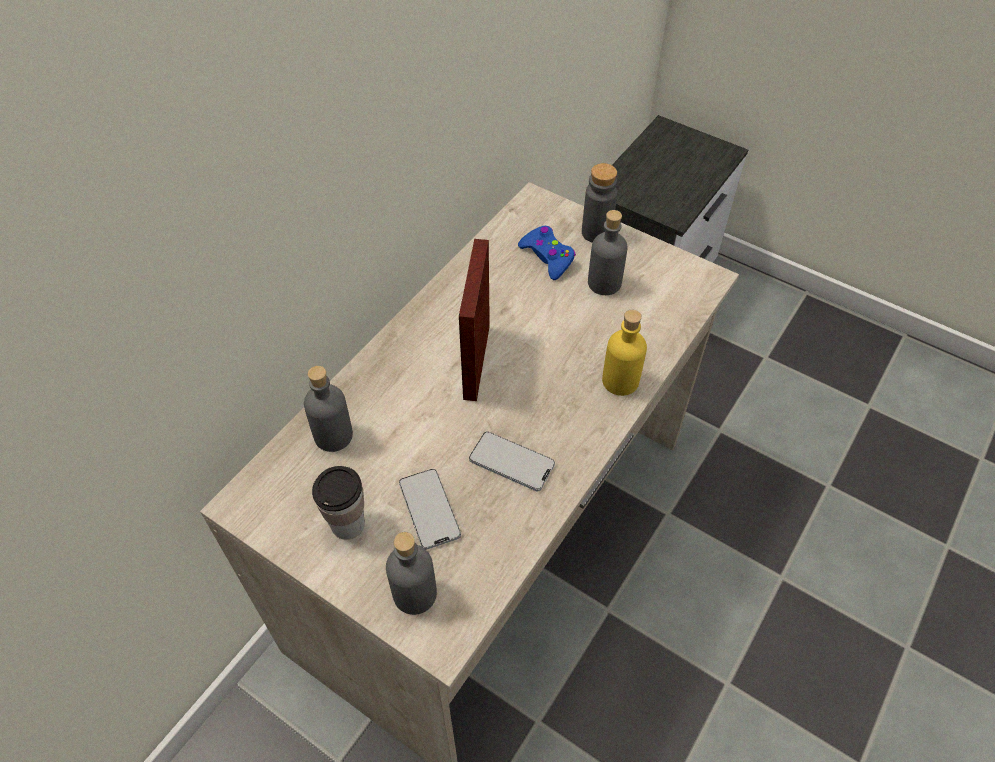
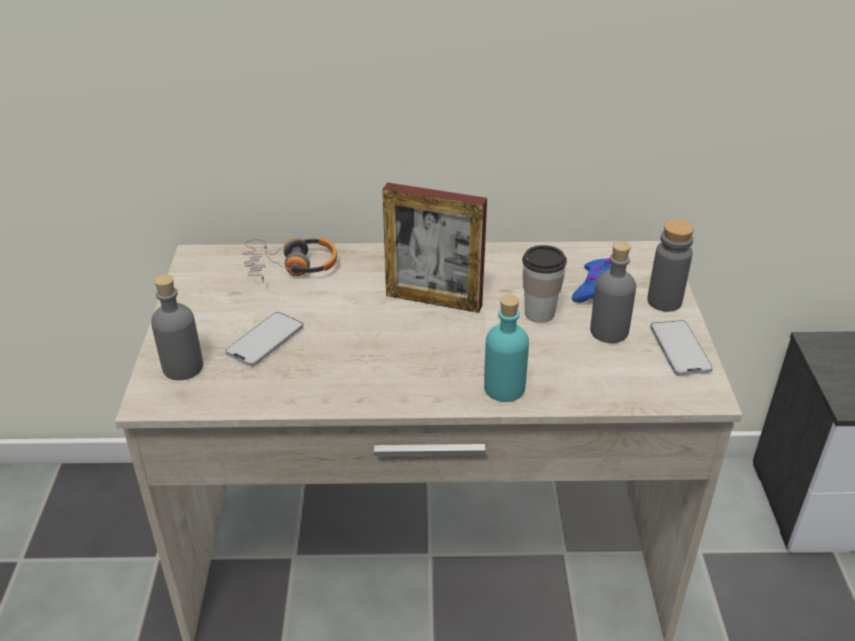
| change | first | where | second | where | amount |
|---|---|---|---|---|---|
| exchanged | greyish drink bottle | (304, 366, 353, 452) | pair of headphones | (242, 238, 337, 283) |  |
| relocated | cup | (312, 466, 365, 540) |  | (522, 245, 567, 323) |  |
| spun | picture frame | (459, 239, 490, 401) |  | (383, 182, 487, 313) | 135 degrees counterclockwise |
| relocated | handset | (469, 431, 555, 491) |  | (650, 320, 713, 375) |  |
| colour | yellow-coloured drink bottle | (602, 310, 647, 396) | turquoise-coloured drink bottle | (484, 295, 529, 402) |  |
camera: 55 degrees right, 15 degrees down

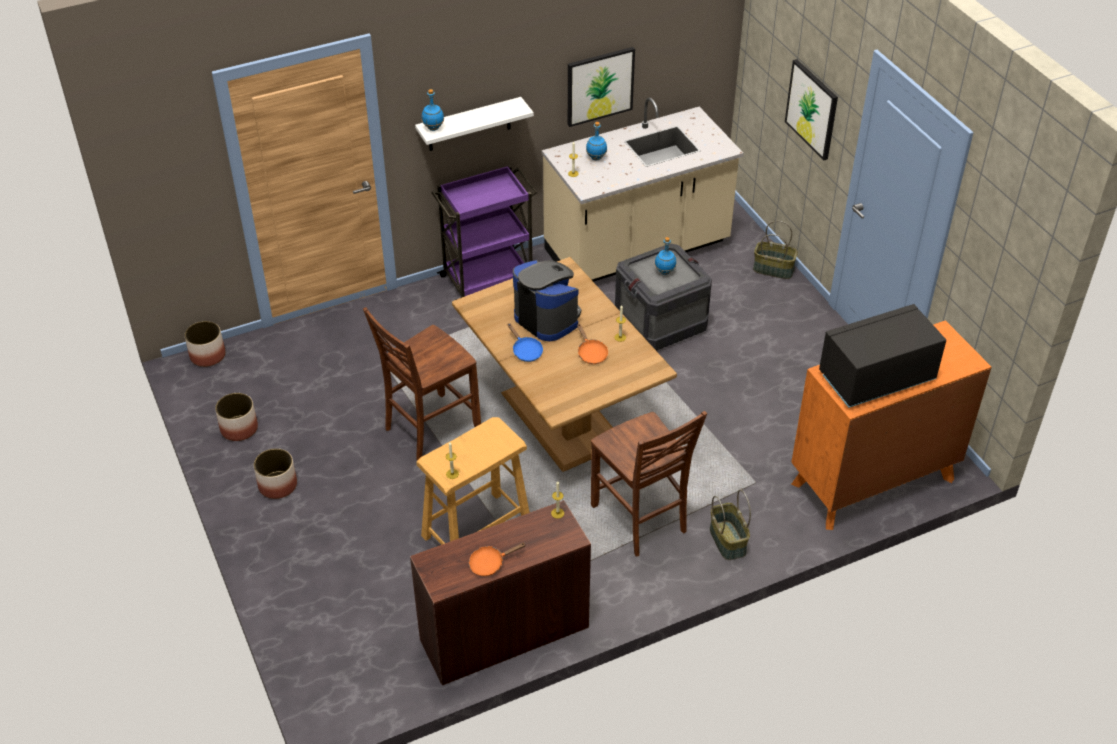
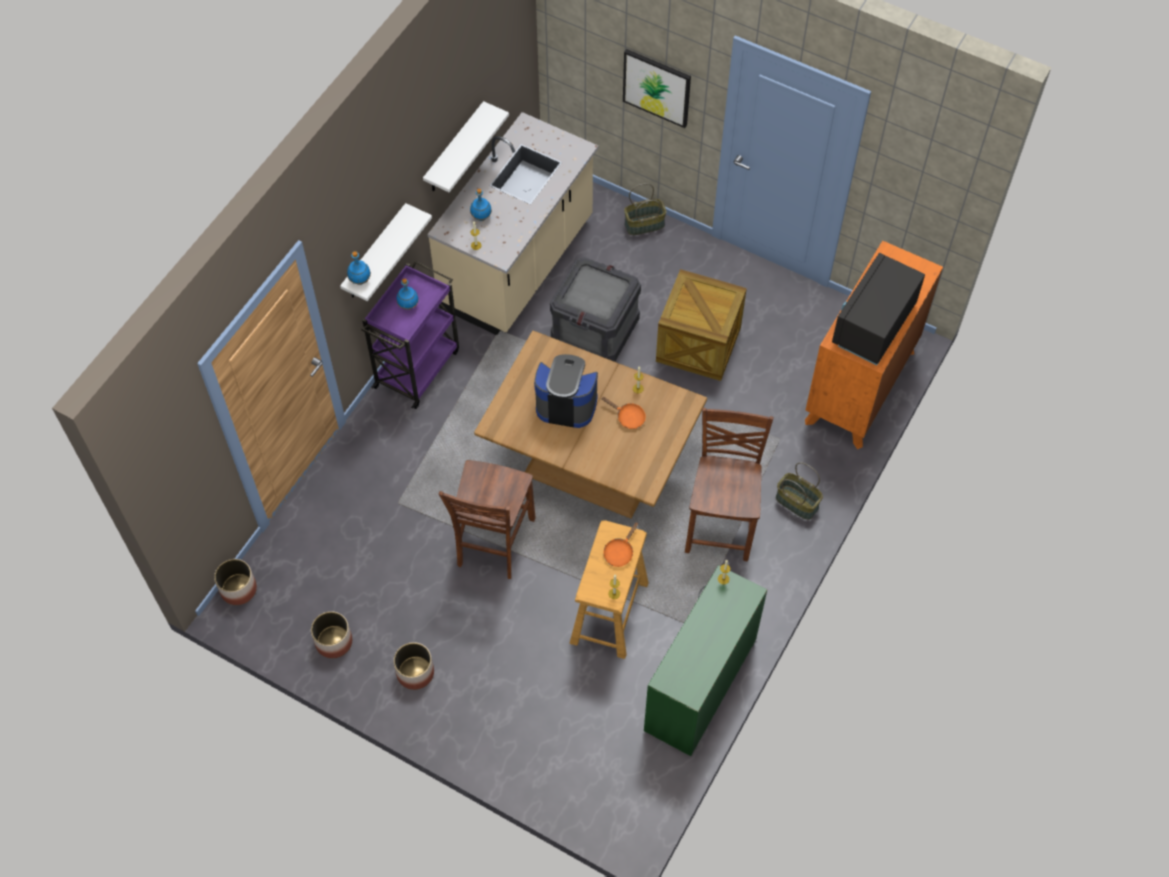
| change | first | where | second | where | amount |
|---|---|---|---|---|---|
| colour | brownish desk table | (410, 500, 591, 685) | green desk table | (644, 565, 767, 756) |  |
| relocated | orange pan | (469, 542, 526, 576) |  | (603, 522, 638, 567) |  |
| missing | bluish pan | (508, 324, 543, 362) |  |  |  |
| exchanged | wall art | (568, 47, 635, 127) | white wall shelf | (423, 101, 509, 192) |  |
| spun | brownish plain chair | (591, 411, 707, 557) |  | (685, 408, 774, 561) | 105 degrees counterclockwise |
| relocated | bluish drink bottle | (655, 237, 676, 275) |  | (397, 279, 419, 310) |  |
| appeared |  |  | packing crate | (656, 269, 747, 381) |  |
camera: 35 degrees left, 15 degrees up

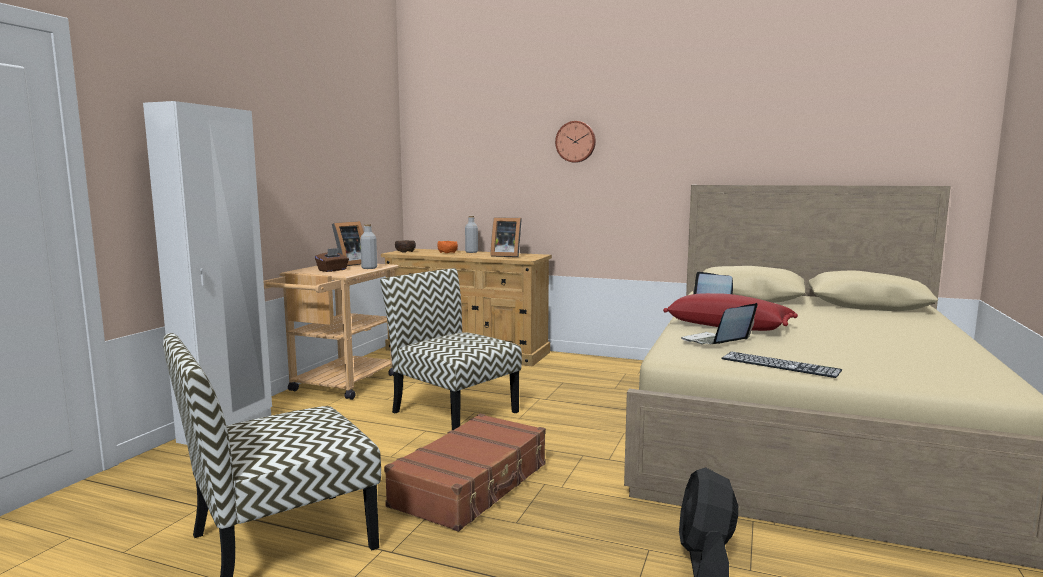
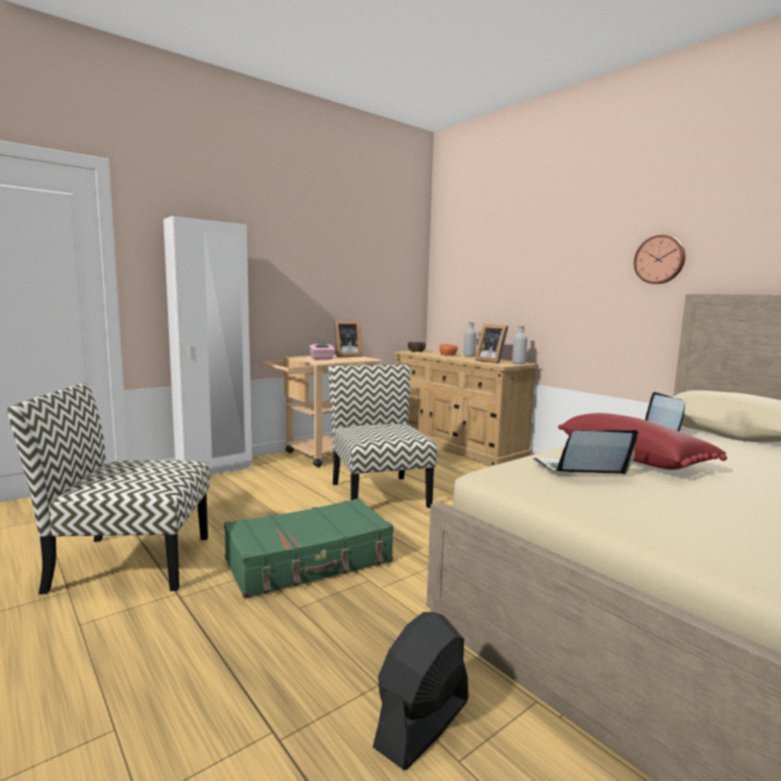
| change | first | where | second | where | amount |
|---|---|---|---|---|---|
| colour | brownish box of tissues | (315, 248, 349, 272) | pink-coloured box of tissues | (309, 340, 335, 359) |  |
| relocated | greyish drink bottle | (360, 224, 377, 269) |  | (512, 326, 528, 364) |  |
| colour | brownish piece of luggage | (384, 414, 546, 532) | green piece of luggage | (224, 498, 394, 599) |  |
| relocated | wall clock | (555, 121, 596, 163) |  | (634, 235, 686, 284) |  |
| missing | keyboard | (721, 352, 842, 378) |  |  |  |
camera: 30 degrees right, 0 degrees up

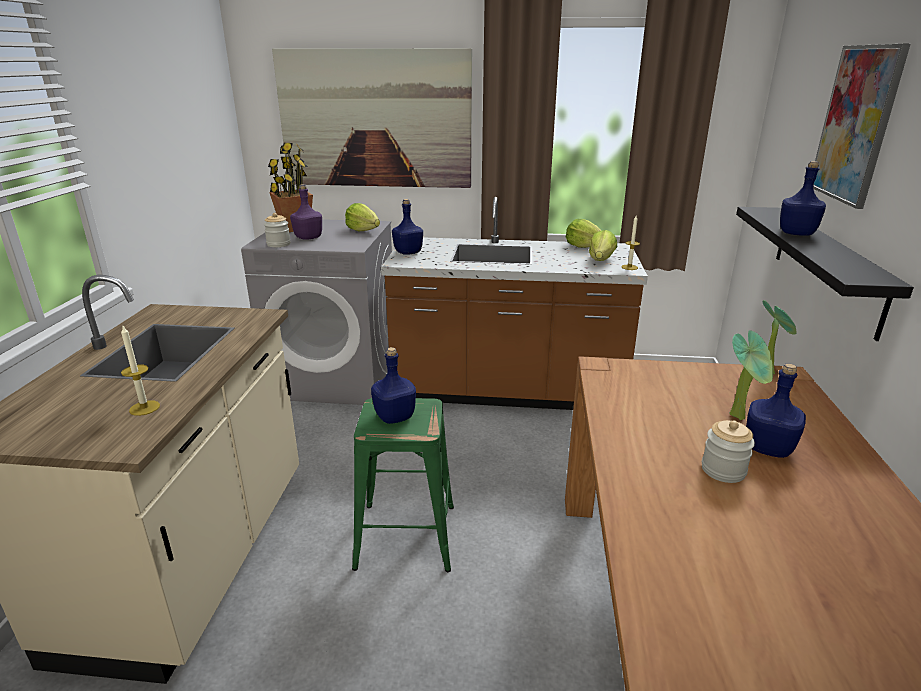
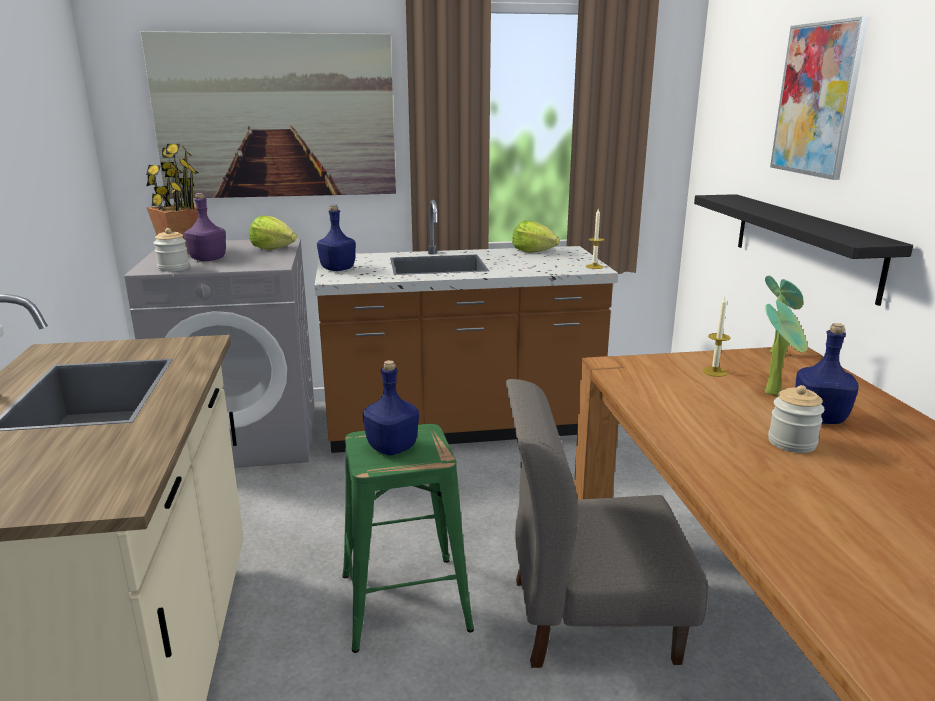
| change | first | where | second | where | amount |
|---|---|---|---|---|---|
| relocated | wax light | (121, 326, 160, 416) |  | (702, 296, 730, 377) |  |
| missing | lettuce | (589, 230, 617, 261) |  |  |  |
| missing | bluish drink bottle | (780, 161, 826, 236) |  |  |  |
| appeared |  |  | greyish plain chair | (506, 379, 708, 668) |  |
camera: 15 degrees left, 5 degrees down

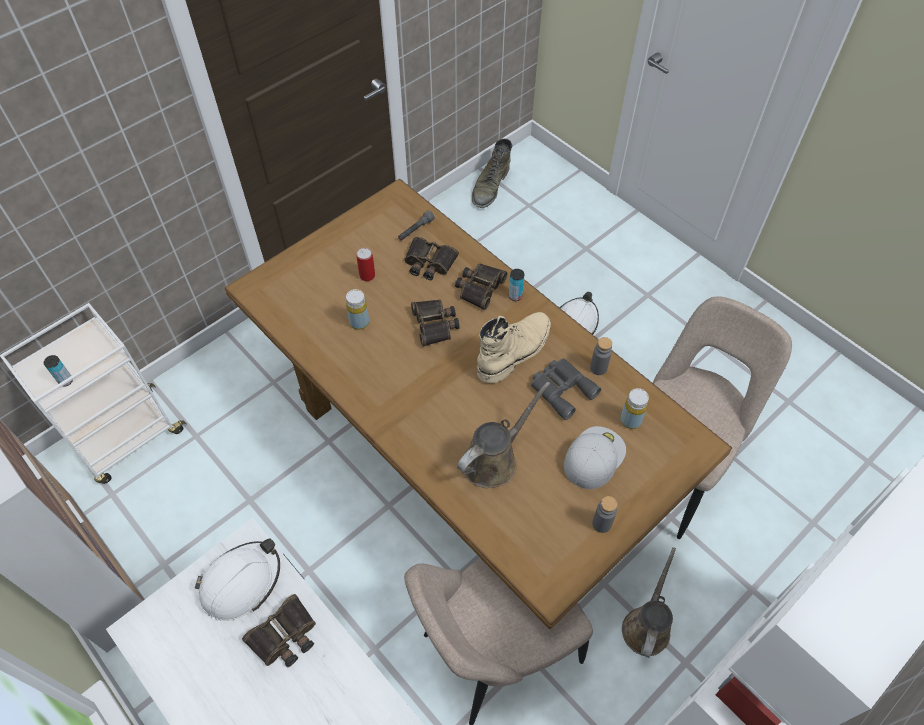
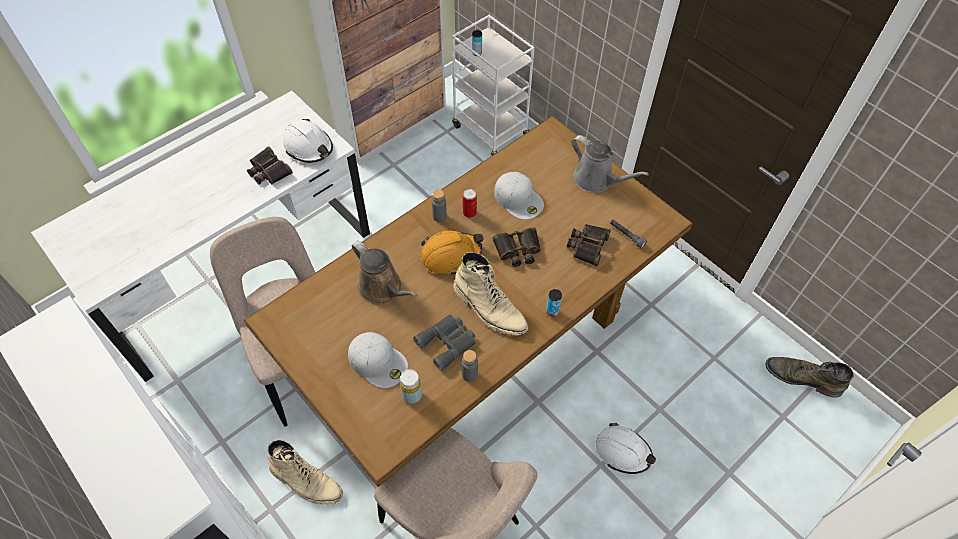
| change | first | where | second | where | amount |
|---|---|---|---|---|---|
| exchanged | yellow-coloured drink bottle | (346, 289, 369, 330) | white baseball cap | (494, 172, 544, 220) |  |
| relocated | metal can | (356, 248, 375, 281) |  | (463, 189, 477, 218) |  |
| missing | binoculars | (455, 263, 508, 310) |  |  |  |
| relocated | greyish drink bottle | (592, 496, 617, 533) |  | (432, 189, 447, 222) |  |
| exchanged | brownish sprinkling can | (622, 547, 676, 658) | sand-coloured tall boot | (268, 440, 343, 504) |  |
| appeared |  |  | orange safety helmet | (420, 231, 484, 275) |  |
| appeared |  |  | greyish sprinkling can | (571, 135, 649, 193) |  |
camera: 90 degrees right, 0 degrees up

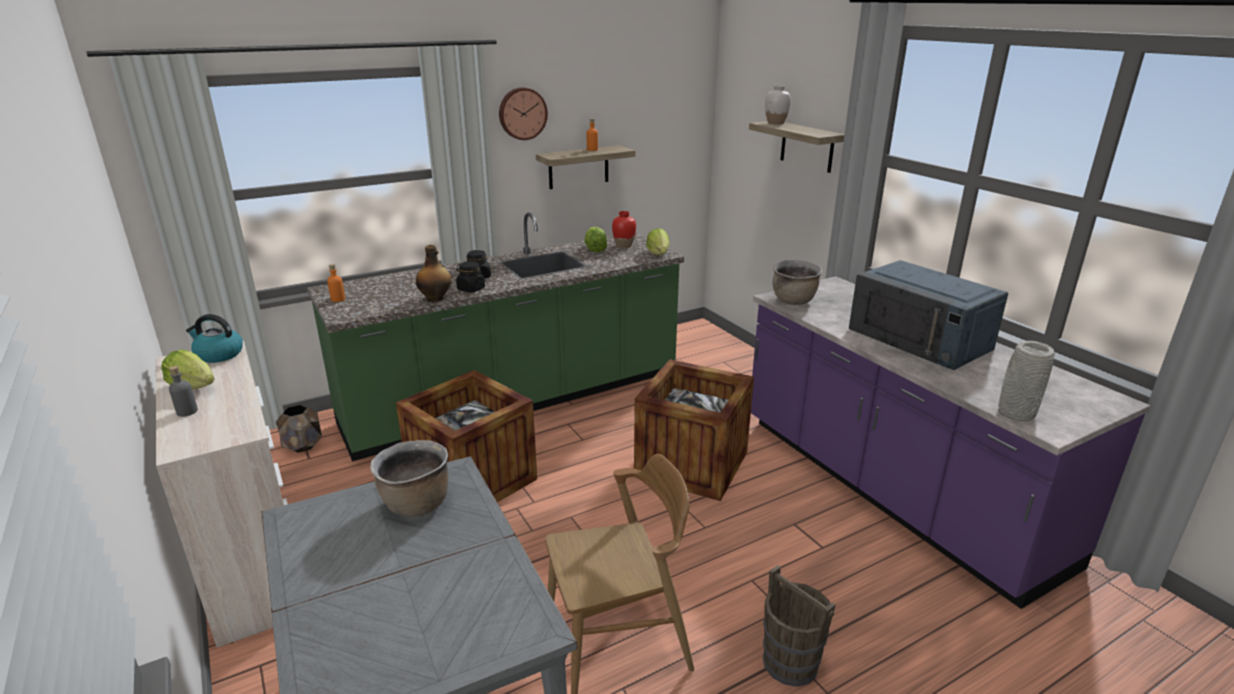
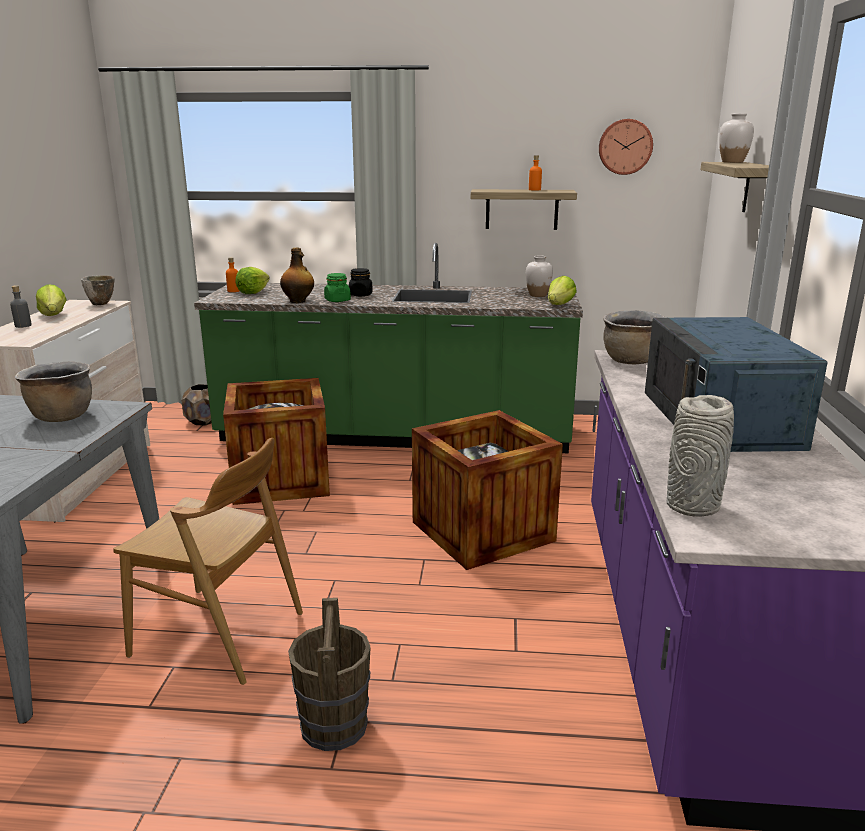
| change | first | where | second | where | amount |
|---|---|---|---|---|---|
| exchanged | water kettle | (186, 314, 243, 363) | deep dish | (81, 275, 114, 305) |  |
| colour | black storage jar | (456, 261, 485, 293) | green storage jar | (324, 273, 351, 302) |  |
| relocated | wall clock | (499, 87, 548, 140) |  | (599, 119, 653, 175) |  |
| relocated | lettuce | (584, 227, 607, 252) |  | (235, 267, 270, 294) |  |
| colour | reddish flower vase | (612, 211, 636, 248) | white flower vase | (526, 256, 553, 297) |  |
camera: 35 degrees right, 5 degrees down

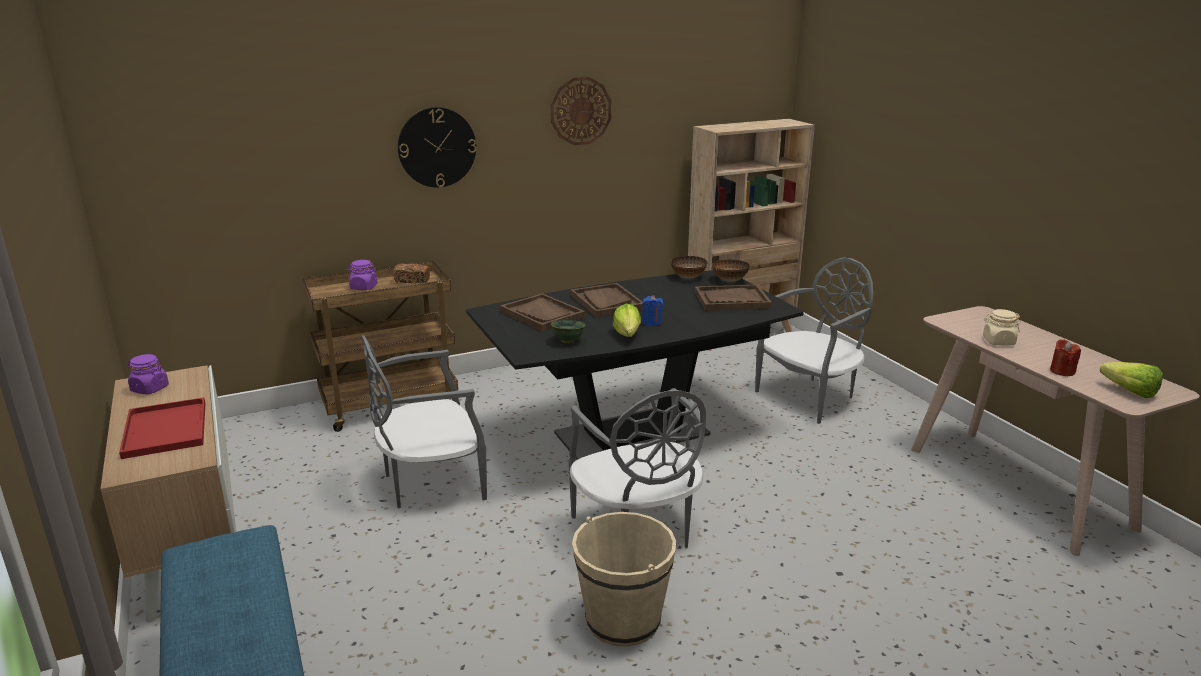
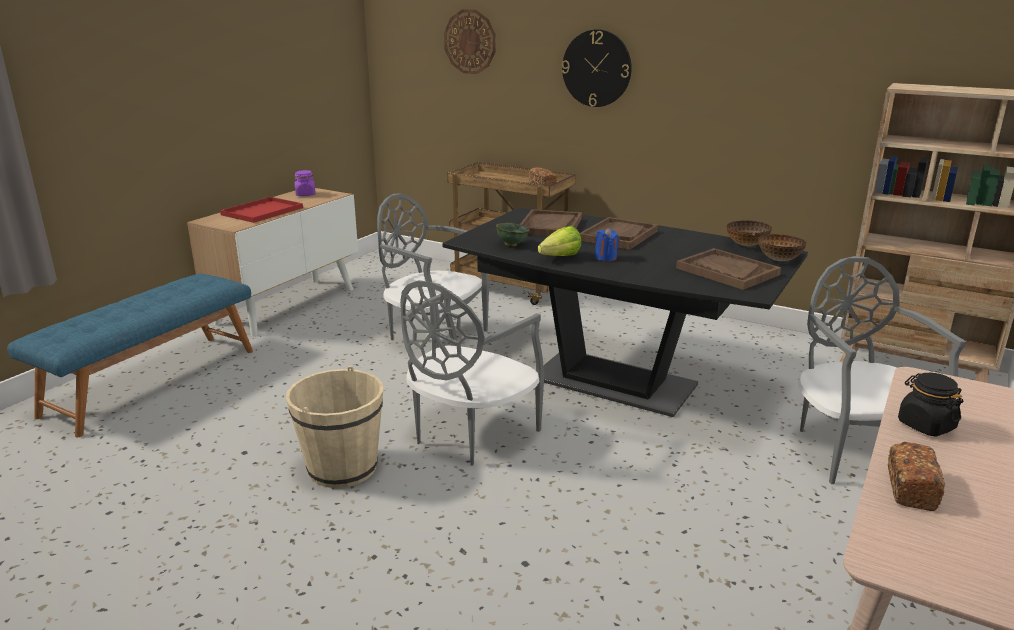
| change | first | where | second | where | amount |
|---|---|---|---|---|---|
| missing | purple-coloured storage jar | (347, 260, 378, 290) |  |  |  |
| relocated | wall clock | (551, 77, 612, 145) |  | (444, 9, 496, 74) |  |
| spun | greyish plain chair | (755, 257, 873, 424) |  | (798, 256, 966, 484) | 120 degrees counterclockwise |
| colour | sand-coloured storage jar | (983, 309, 1021, 346) | black storage jar | (898, 373, 963, 436) |  |
| exchanged | reddish wax light | (1050, 339, 1081, 376) | bread | (888, 442, 945, 511) |  |
| missing | lettuce | (1100, 362, 1163, 398) |  |  |  |
camera: 55 degrees right, 0 degrees up

